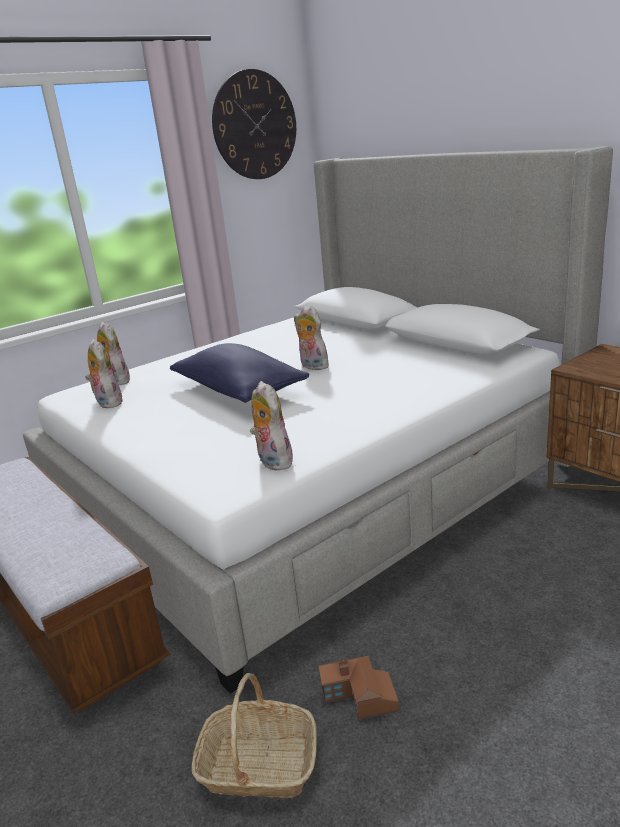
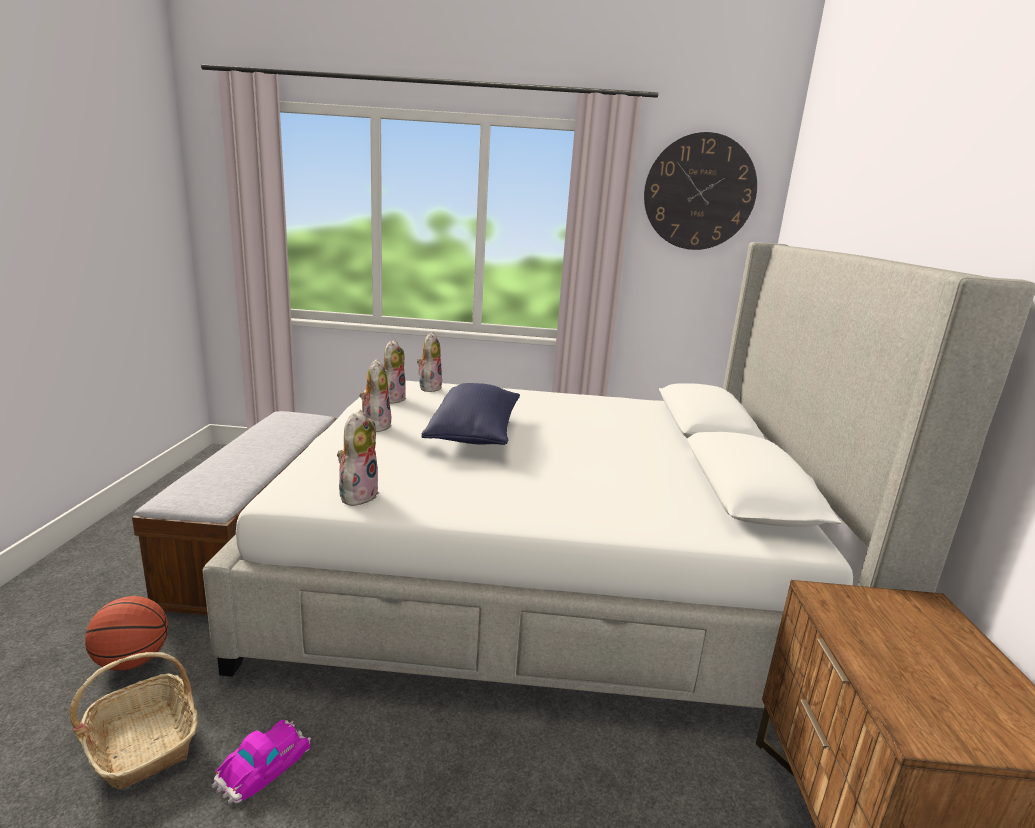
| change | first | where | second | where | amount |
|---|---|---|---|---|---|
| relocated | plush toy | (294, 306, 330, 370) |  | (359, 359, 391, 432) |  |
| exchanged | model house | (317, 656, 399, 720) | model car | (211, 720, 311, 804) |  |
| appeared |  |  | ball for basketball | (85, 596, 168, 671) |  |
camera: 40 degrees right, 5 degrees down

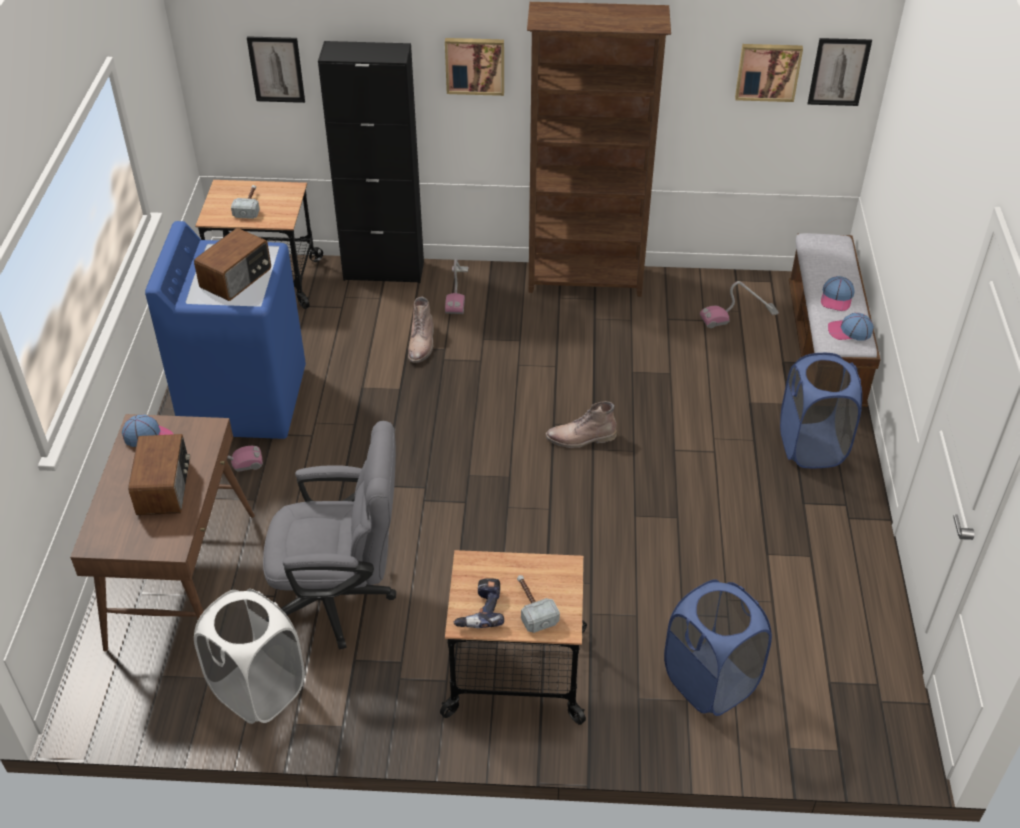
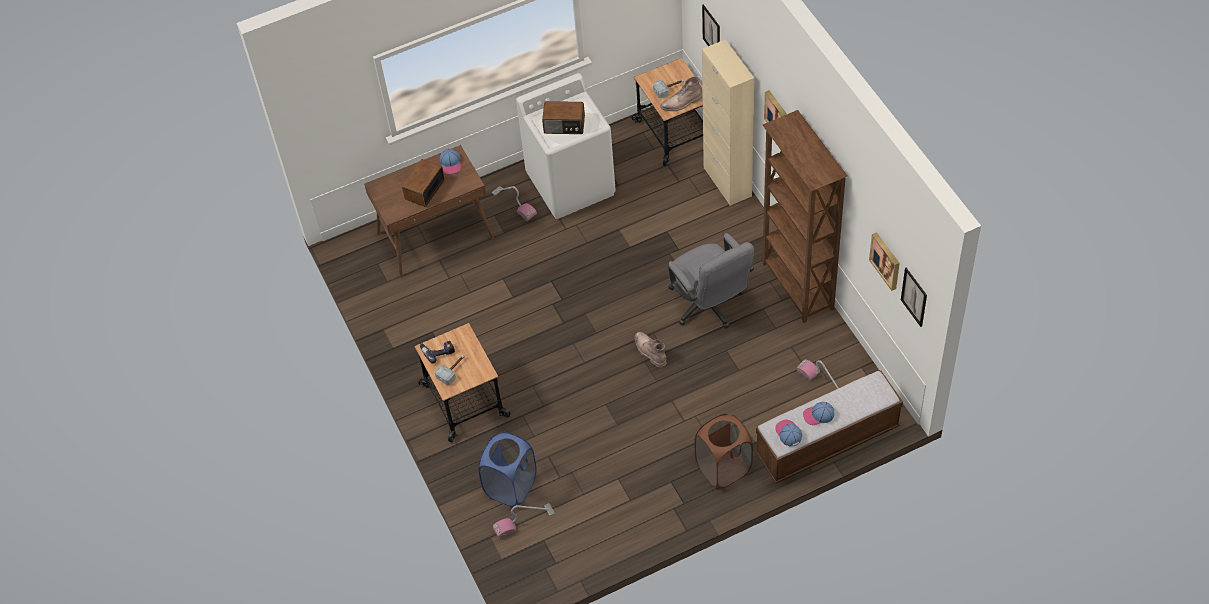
| change | first | where | second | where | amount |
|---|---|---|---|---|---|
| spun | radio set | (128, 434, 190, 515) |  | (402, 159, 445, 207) | 150 degrees clockwise |
| colour | bluish washing machine | (145, 221, 306, 439) | white washing machine | (516, 73, 616, 219) |  |
| missing | white laundry basket | (194, 589, 305, 724) |  |  |  |
| relocated | greyish office chair | (263, 421, 396, 650) |  | (668, 233, 754, 329) |  |
| colour | black cabinet | (318, 41, 424, 283) | sand-coloured cabinet | (702, 39, 754, 206) |  |
| relocated | brownish tall boot | (408, 297, 434, 363) |  | (660, 76, 703, 111) |  |
| relocated | vacuum cleaner | (445, 259, 468, 314) |  | (493, 503, 555, 539) |  |
| colour | bluish laundry basket | (780, 353, 862, 468) | brownish laundry basket | (694, 414, 753, 488) |  |
camera: 65 degrees right, 10 degrees up

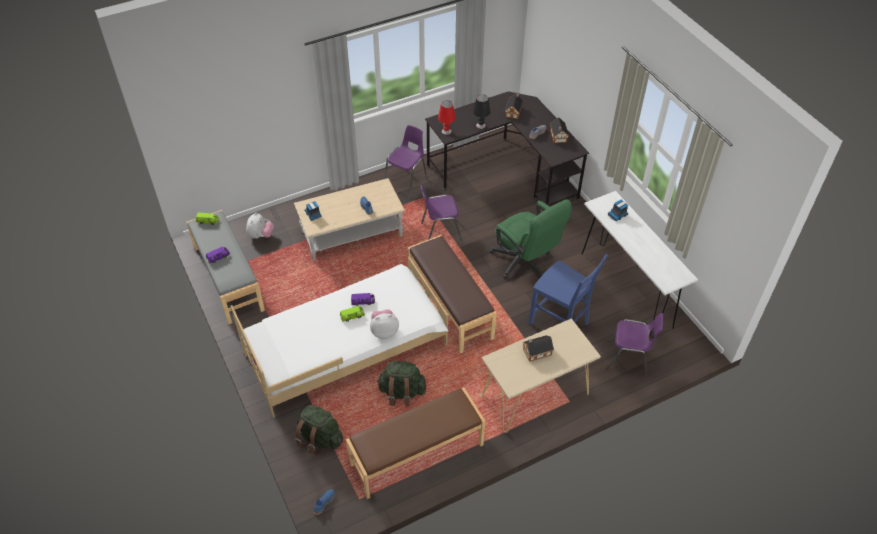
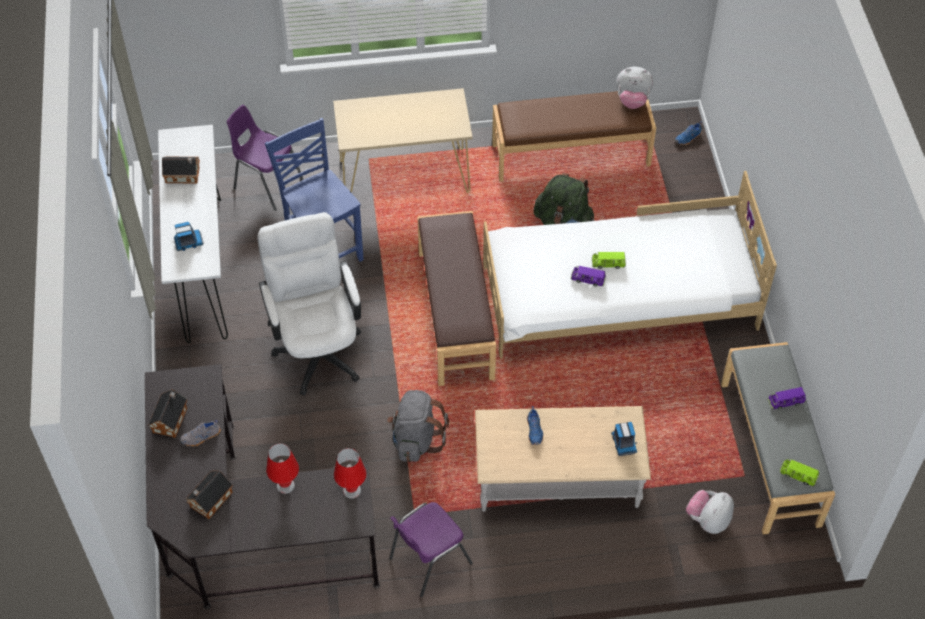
| change | first | where | second | where | amount |
|---|---|---|---|---|---|
| missing | green backpack | (295, 405, 343, 455) |  |  |  |
| relocated | plush toy | (370, 309, 399, 339) |  | (616, 67, 653, 109) |  |
| exchanged | purple-coloured plain chair | (420, 185, 463, 241) | greyish backpack | (387, 390, 449, 462) |  |
| colour | black table lamp | (473, 94, 490, 129) | reddish table lamp | (266, 443, 299, 494) |  |
| colour | green office chair | (490, 199, 572, 279) | white office chair | (257, 212, 361, 396) |  |
| relocated | model house | (523, 335, 554, 362) |  | (162, 157, 200, 183) |  |
camera: 160 degrees left, 5 degrees up

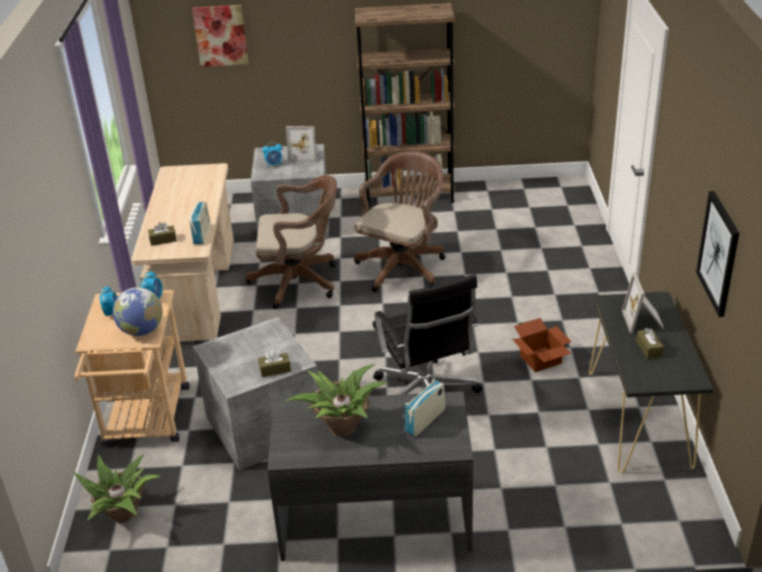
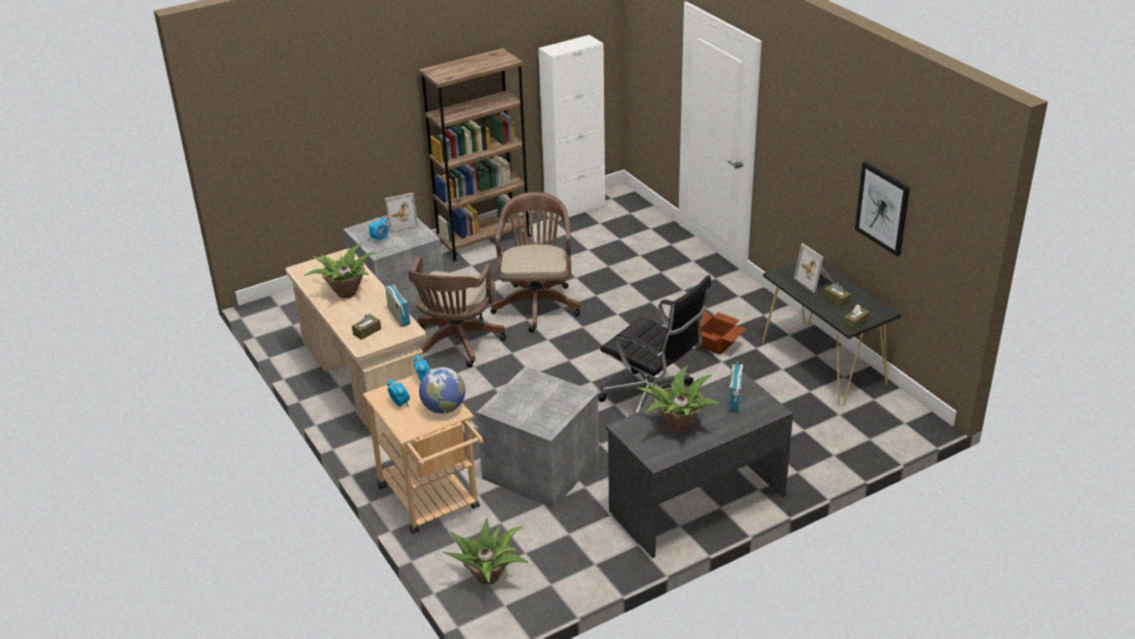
| change | first | where | second | where | amount |
|---|---|---|---|---|---|
| missing | wall art | (192, 5, 249, 67) |  |  |  |
| spun | brownish office chair | (246, 175, 337, 309) |  | (408, 256, 506, 367) | 135 degrees clockwise |
| relocated | brownish box of tissues | (258, 349, 291, 377) |  | (843, 304, 870, 331) |  |
| appeared |  |  | potted plant | (304, 243, 376, 298) |  |
| appeared |  |  | white cabinet | (538, 35, 605, 222) |  |
camera: 30 degrees left, 0 degrees up

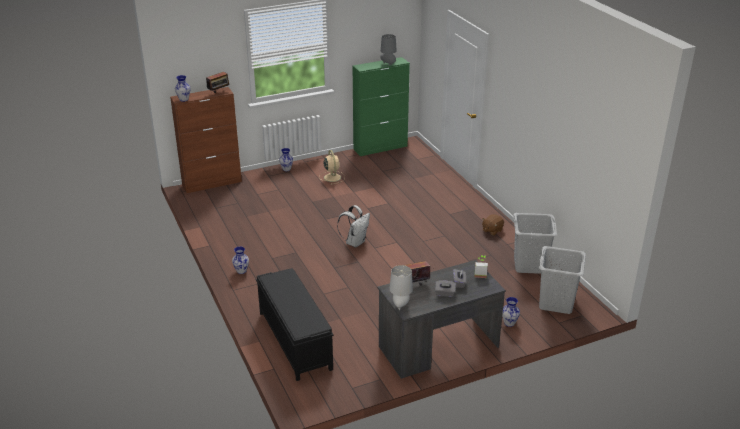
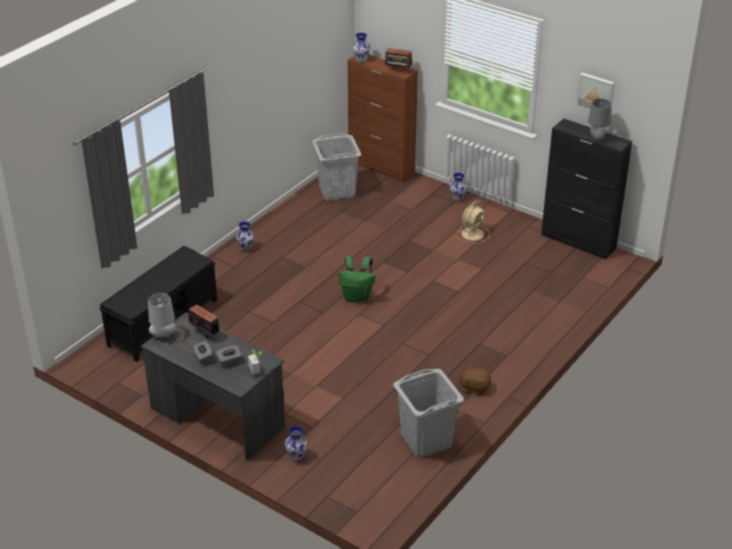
| change | first | where | second | where | amount |
|---|---|---|---|---|---|
| colour | white backpack | (337, 205, 370, 247) | green backpack | (338, 255, 375, 303) |  |
| colour | green cabinet | (353, 57, 410, 156) | black cabinet | (541, 119, 632, 259) |  |
| relocated | greyish laundry basket | (539, 246, 586, 314) |  | (312, 133, 361, 201) |  |
| appeared |  |  | wall art | (576, 73, 615, 110) |  |
camera: 60 degrees right, 5 degrees up

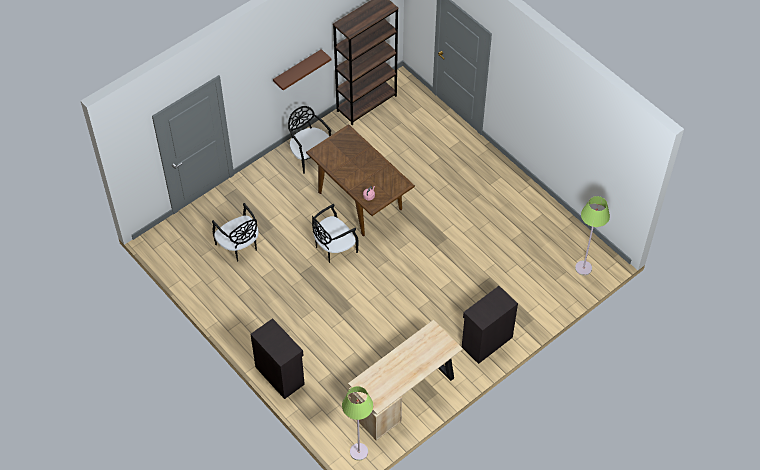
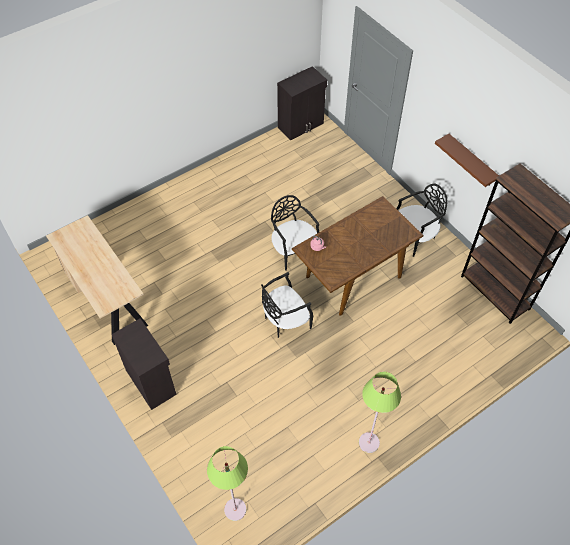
| change | first | where | second | where | amount |
|---|---|---|---|---|---|
| relocated | black plain chair | (212, 203, 259, 262) |  | (261, 272, 313, 338) |  |
| relocated | black cabinet | (250, 318, 305, 399) |  | (277, 66, 327, 140) |  |
| relocated | green standing lamp | (342, 386, 373, 461) |  | (359, 372, 401, 453) |  |
camera: 95 degrees right, 0 degrees up

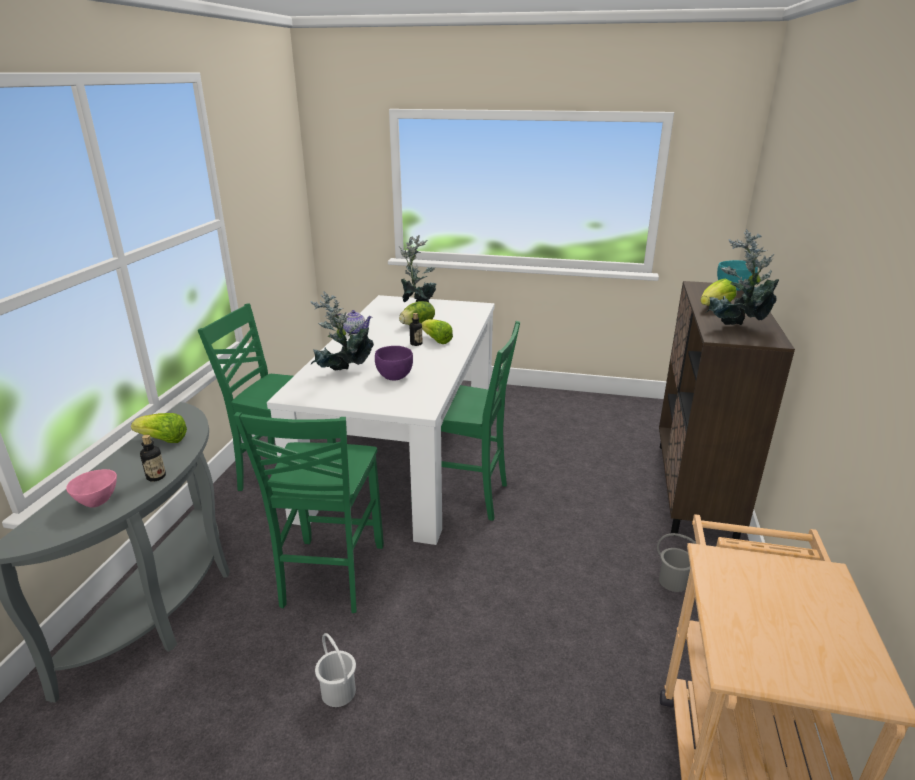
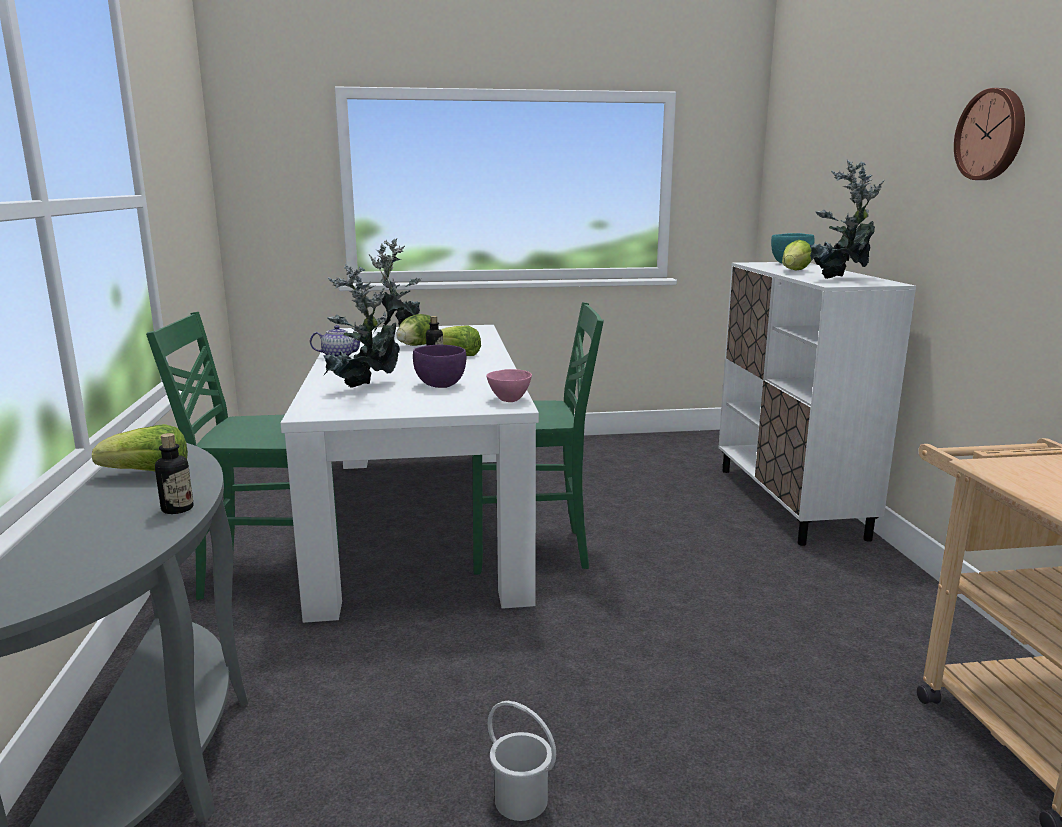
| change | first | where | second | where | amount |
|---|---|---|---|---|---|
| relocated | pink-coloured deep dish | (66, 469, 117, 508) |  | (486, 369, 532, 402) |  |
| missing | green plain chair | (234, 412, 384, 613) |  |  |  |
| missing | greyish water bucket | (657, 533, 696, 592) |  |  |  |
| colour | brownish cabinet | (659, 281, 795, 540) | white cabinet | (718, 262, 916, 546) |  |
| appeared |  |  | wall clock | (954, 88, 1025, 180) |  |
camera: 20 degrees left, 10 degrees down

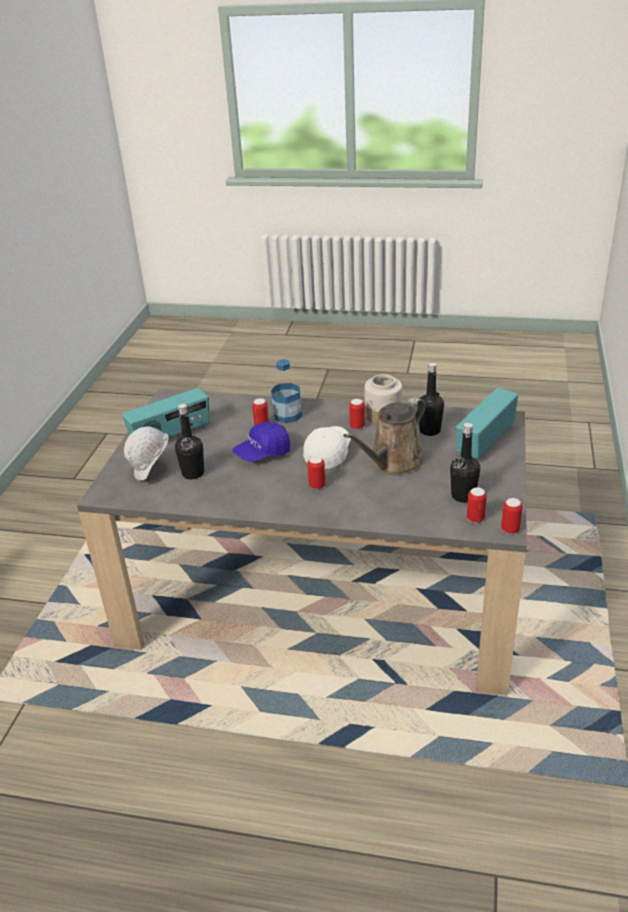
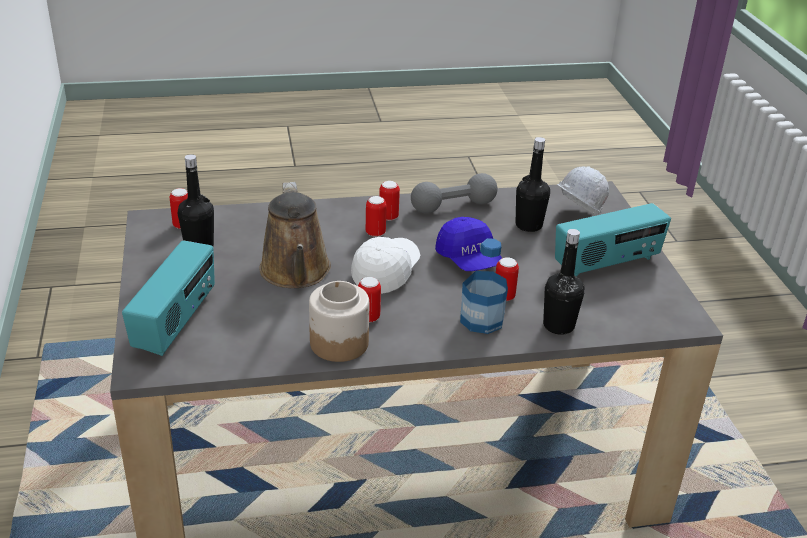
| change | first | where | second | where | amount |
|---|---|---|---|---|---|
| spun | radio set | (122, 388, 209, 437) |  | (555, 203, 671, 277) | 150 degrees counterclockwise |
| spun | bluish baseball cap | (233, 422, 290, 462) |  | (435, 217, 502, 271) | 120 degrees clockwise |
| spun | white baseball cap | (303, 426, 351, 470) |  | (351, 237, 420, 294) | 150 degrees counterclockwise |
| spun | brownish sprinkling can | (343, 397, 425, 475) |  | (259, 182, 331, 288) | 150 degrees clockwise |
| relocated | black drink bottle | (419, 363, 444, 436) |  | (543, 229, 585, 335) |  |
| relocated | metal can | (501, 498, 522, 534) |  | (379, 181, 400, 221) |  |
| appeared |  |  | greyish dumbbell | (411, 173, 497, 213) |  |
camera: 155 degrees right, 0 degrees up

